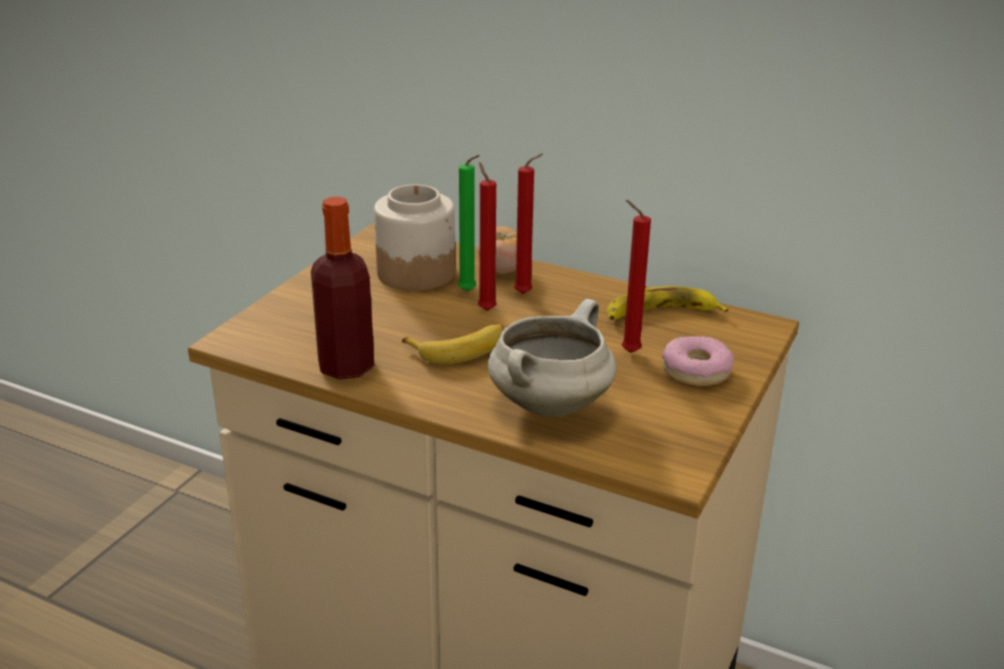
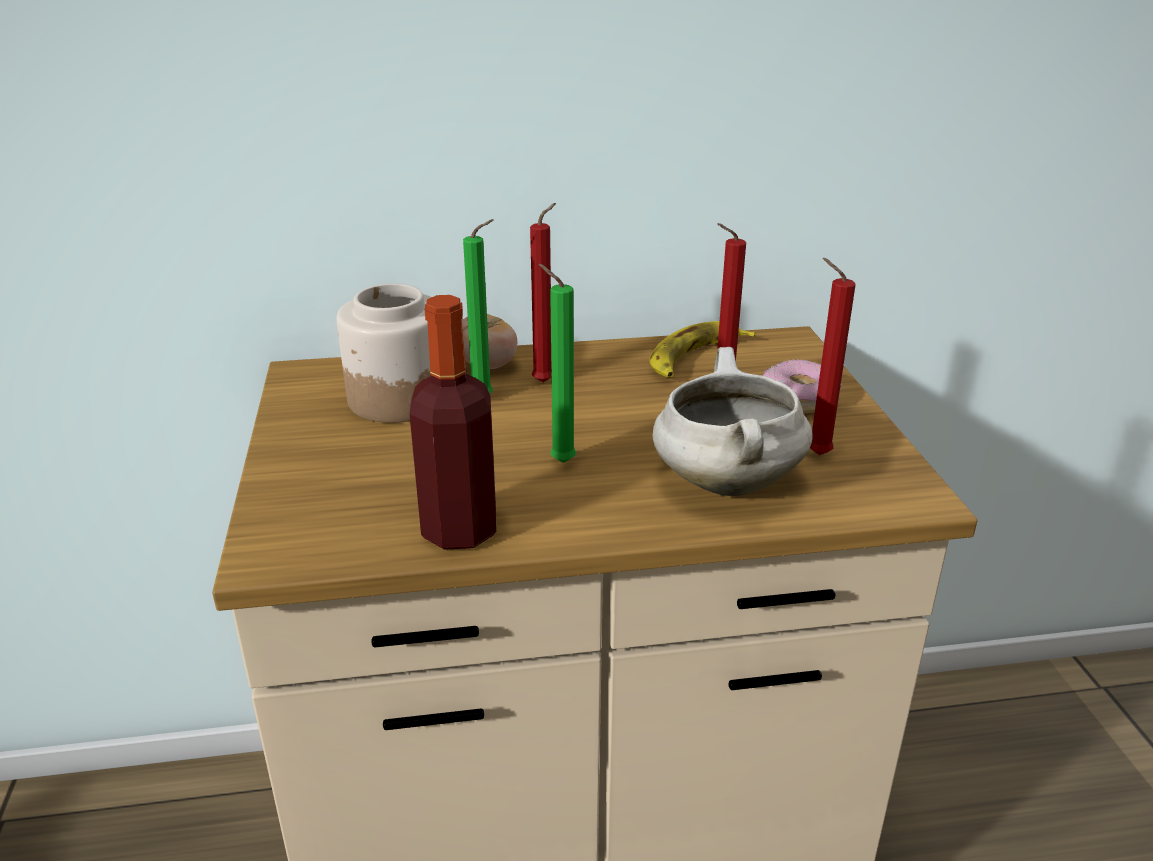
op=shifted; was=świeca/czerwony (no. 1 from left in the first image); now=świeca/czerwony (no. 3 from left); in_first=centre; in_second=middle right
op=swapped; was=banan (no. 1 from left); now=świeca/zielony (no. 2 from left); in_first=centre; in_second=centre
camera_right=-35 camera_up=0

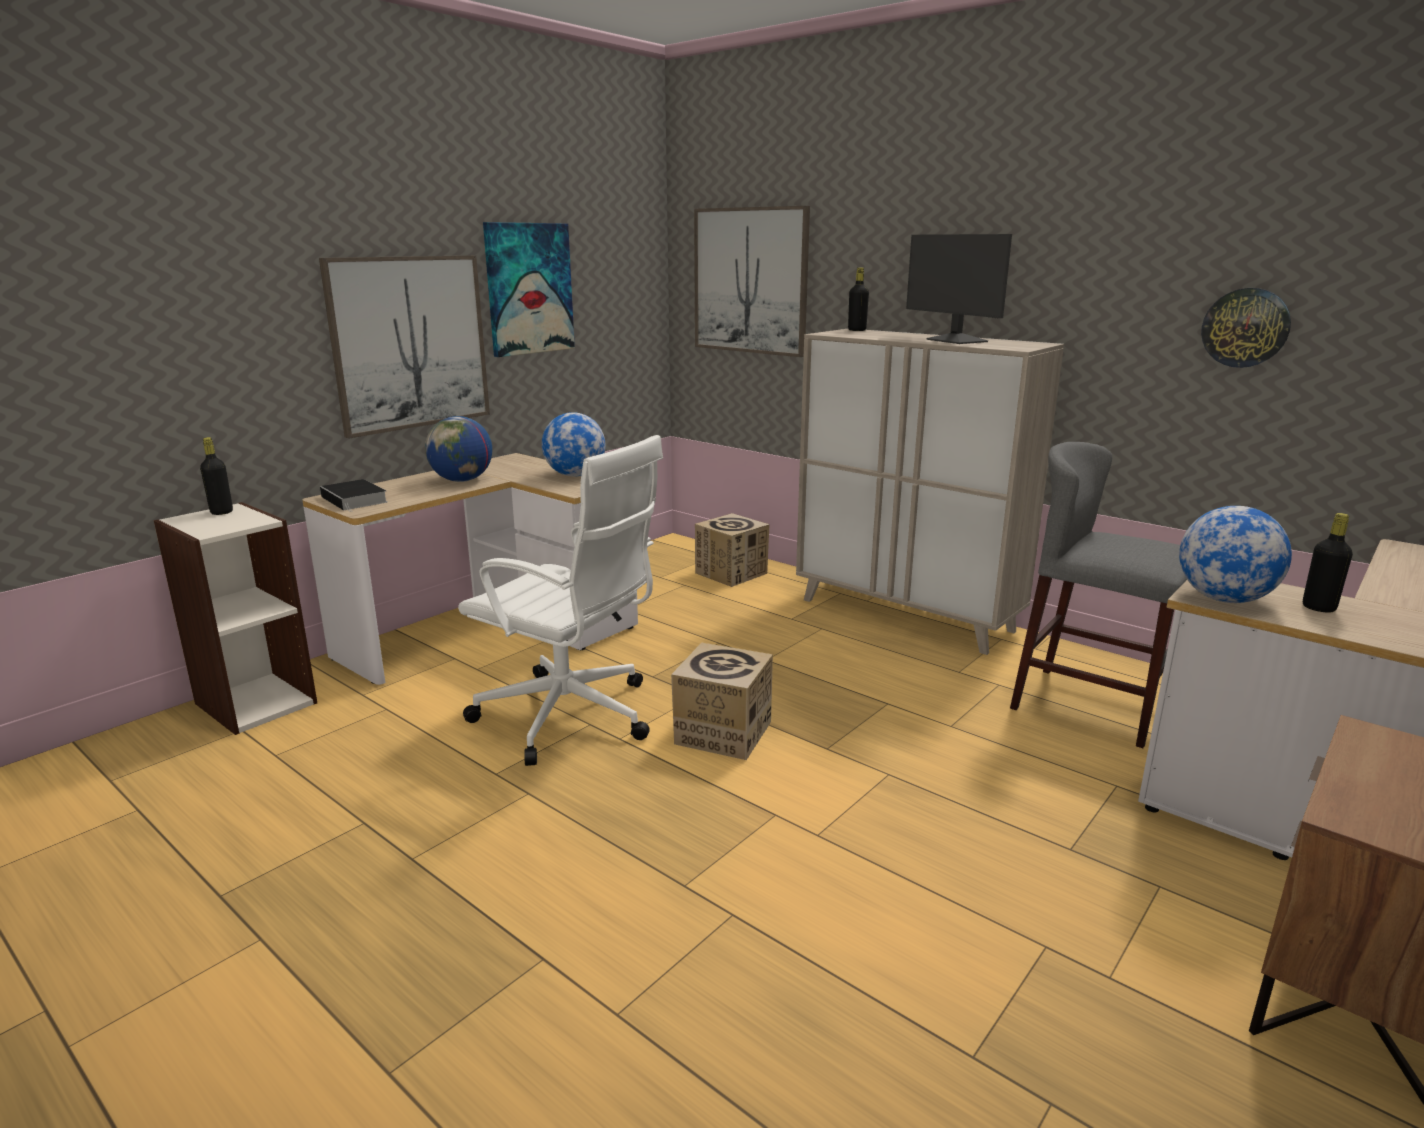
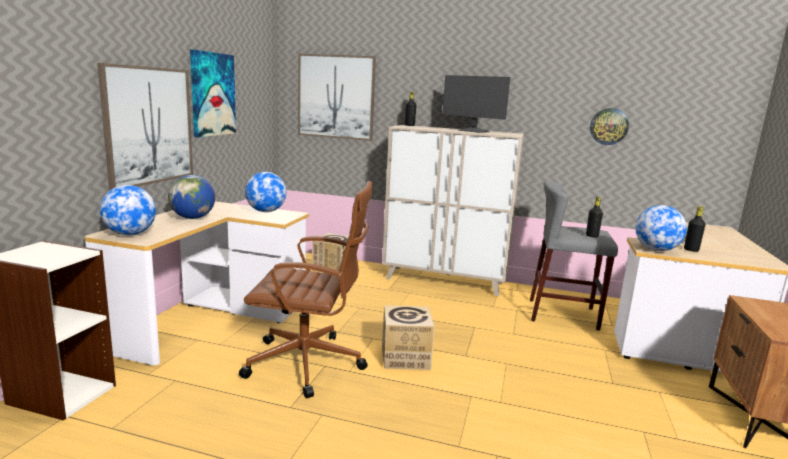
op=shifted; was=butelka/czarny (no. 1 from left in the first image); now=butelka/czarny (no. 2 from left); in_first=middle left; in_second=middle right
op=swapped; was=książka; now=globus (no. 1 from left); in_first=middle left; in_second=middle left
op=repainted; was=krzesło biurowe/biały; now=krzesło biurowe/brązowy; in_first=centre; in_second=centre
camera_right=-25 camera_up=-5

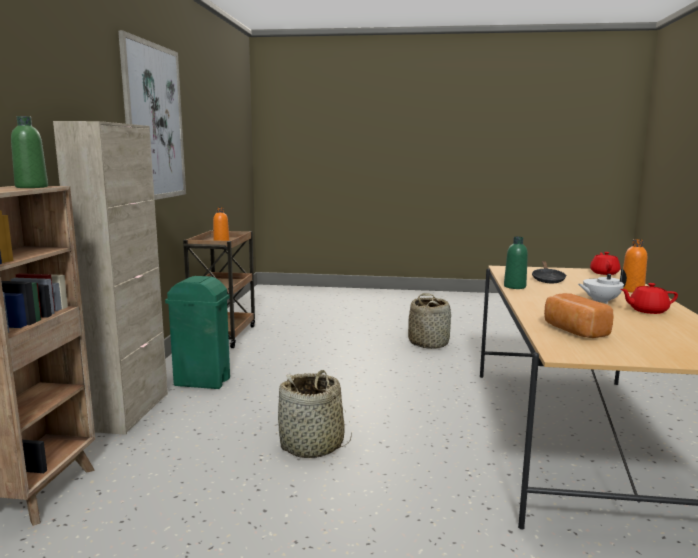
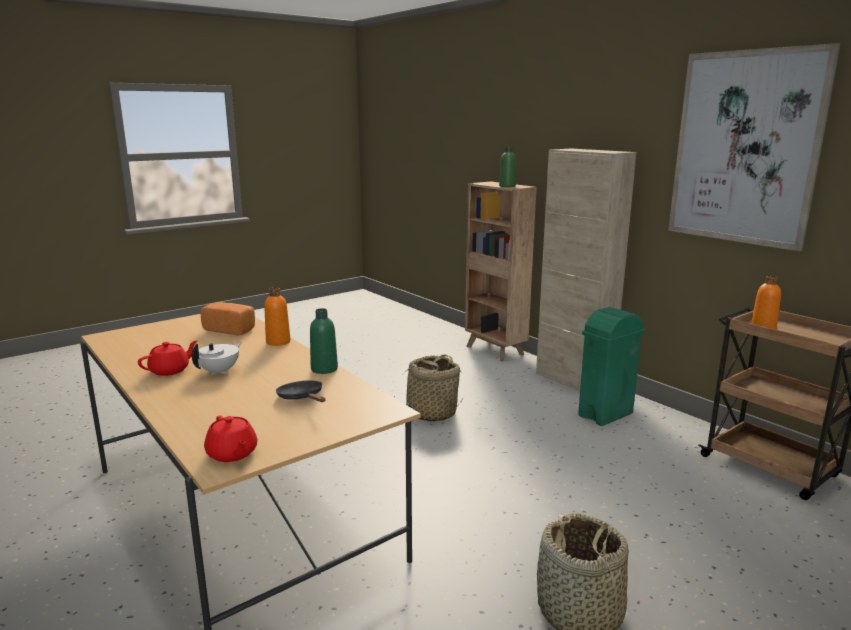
op=shifted; was=butelka/pomarańczowy (no. 2 from left in the first image); now=butelka/pomarańczowy (no. 1 from left); in_first=middle right; in_second=middle left
camera_right=135 camera_up=5

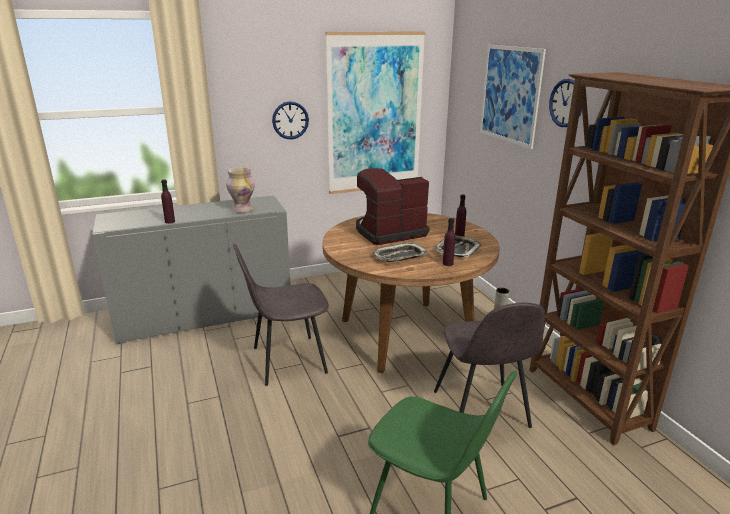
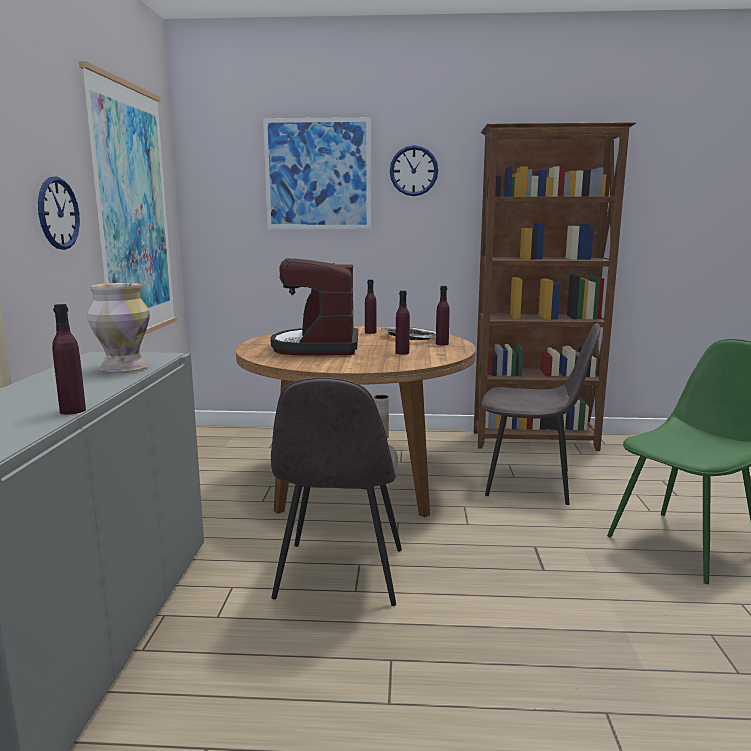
op=swapped; was=taca (no. 1 from left); now=butelka/fioletowy (no. 3 from left); in_first=centre; in_second=centre
camera_right=-65 camera_up=-10

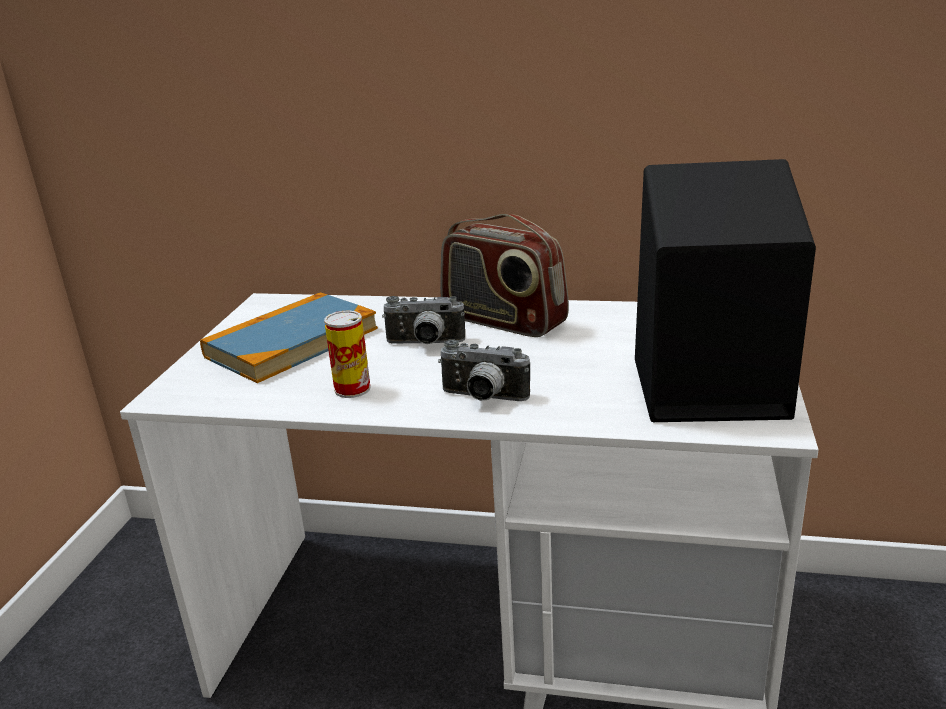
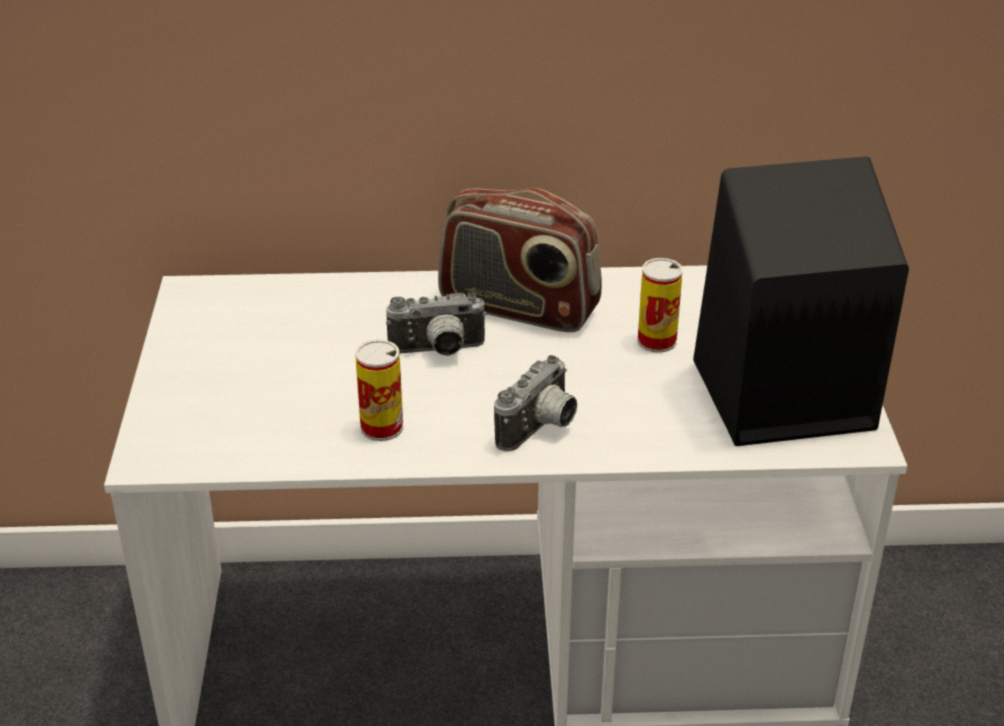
op=gone; was=książka; in_first=middle left
op=new; now=puszka (no. 2 from left); in_second=centre
op=rotated; was=aparat fotograficzny (no. 2 from left); in_first=centre; in_second=centre; clockwise=-60
camera_right=-15 camera_up=10

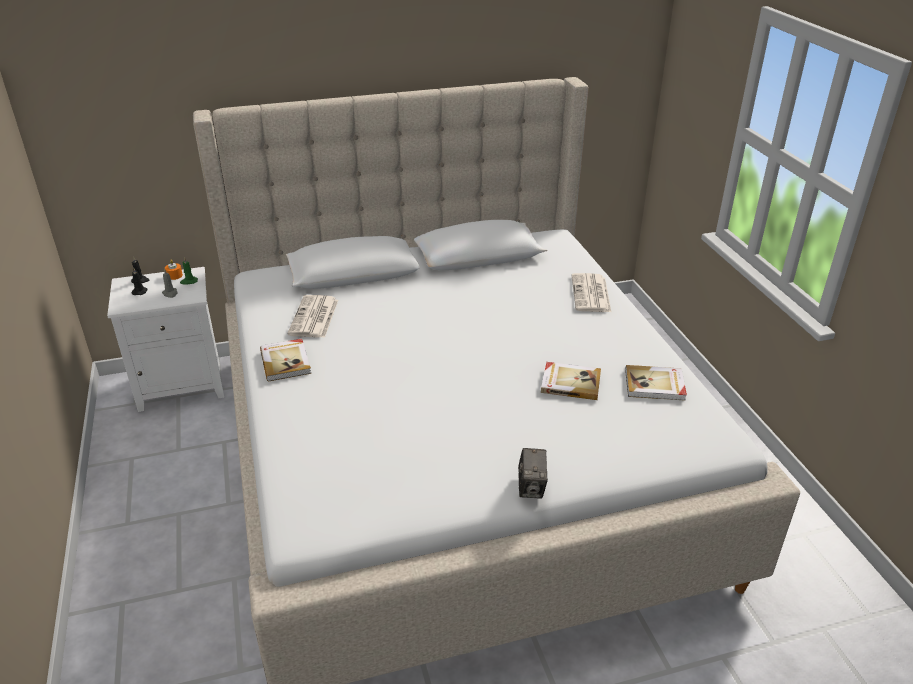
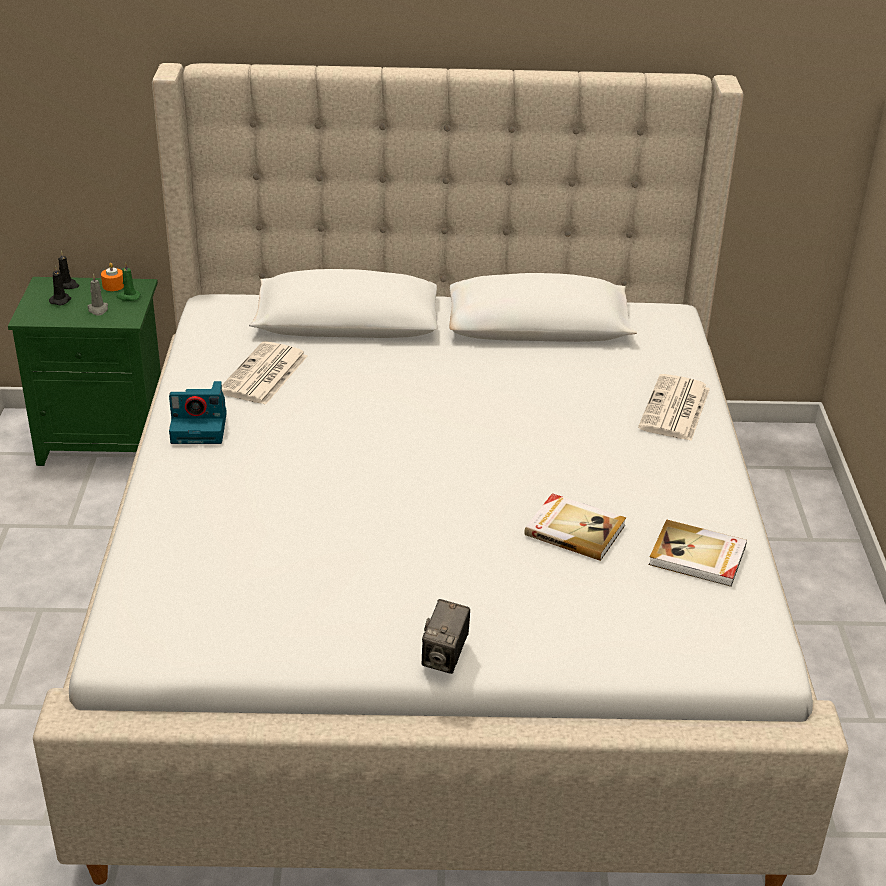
op=swapped; was=książka (no. 1 from left); now=aparat fotograficzny (no. 1 from left); in_first=middle left; in_second=middle left
op=repainted; was=szafka nocna/biały; now=szafka nocna/zielony; in_first=middle left; in_second=middle left
camera_right=15 camera_up=0

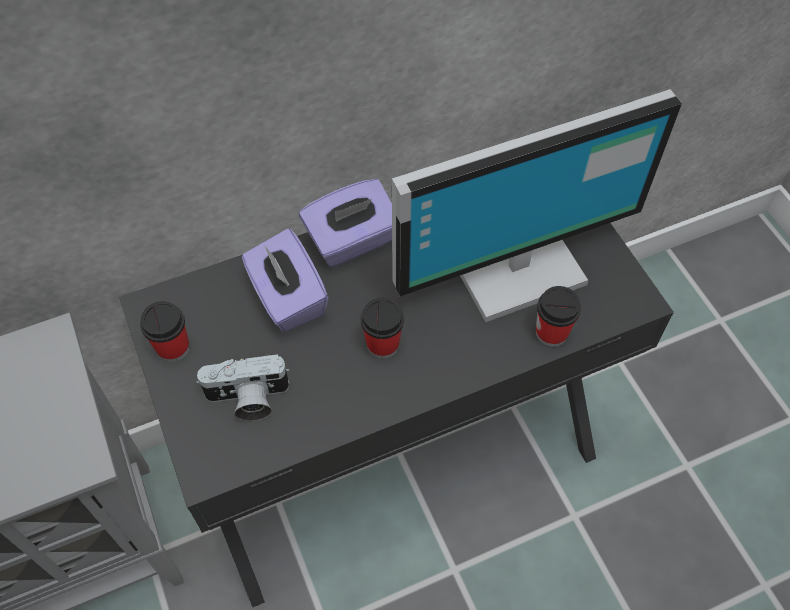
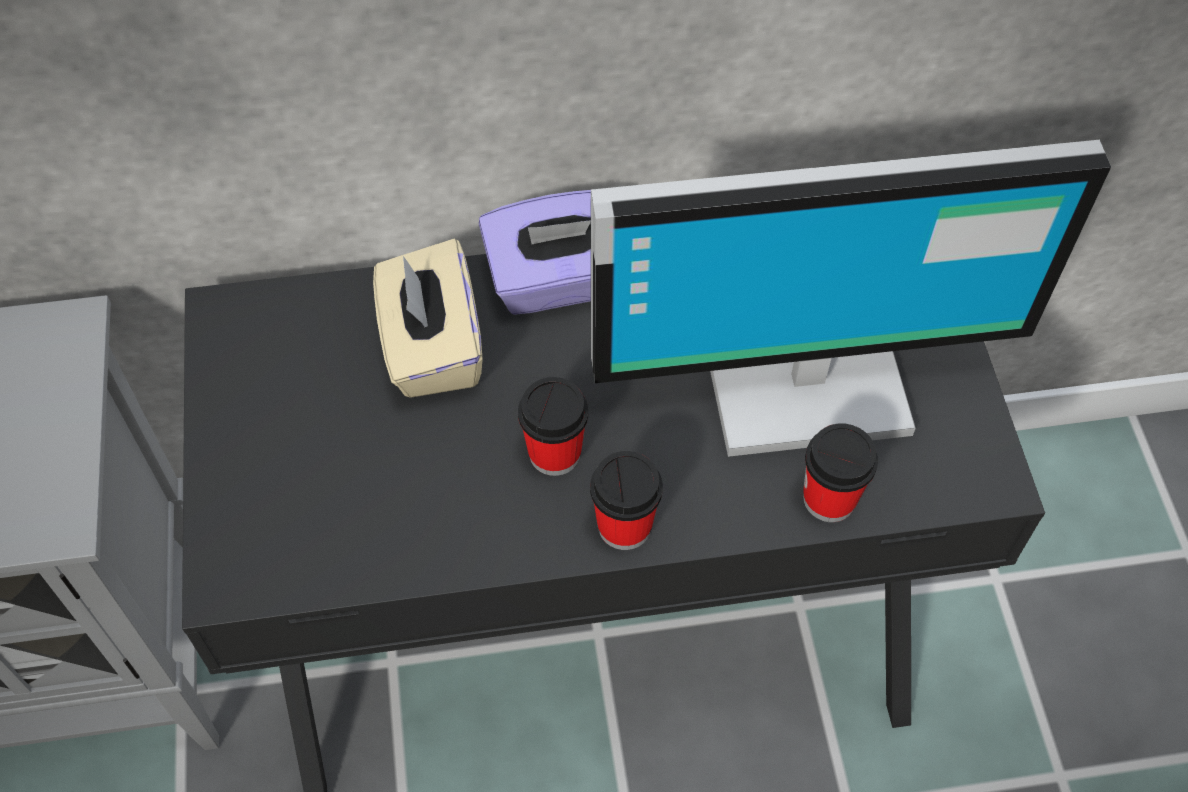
op=gone; was=aparat fotograficzny; in_first=middle left
op=shifted; was=filiżanka (no. 1 from left in the first image); now=filiżanka (no. 2 from left); in_first=middle left; in_second=centre
op=repainted; was=pudełko chusteczek/fioletowy (no. 1 from left); now=pudełko chusteczek/beżowy; in_first=centre; in_second=centre
camera_right=15 camera_up=0

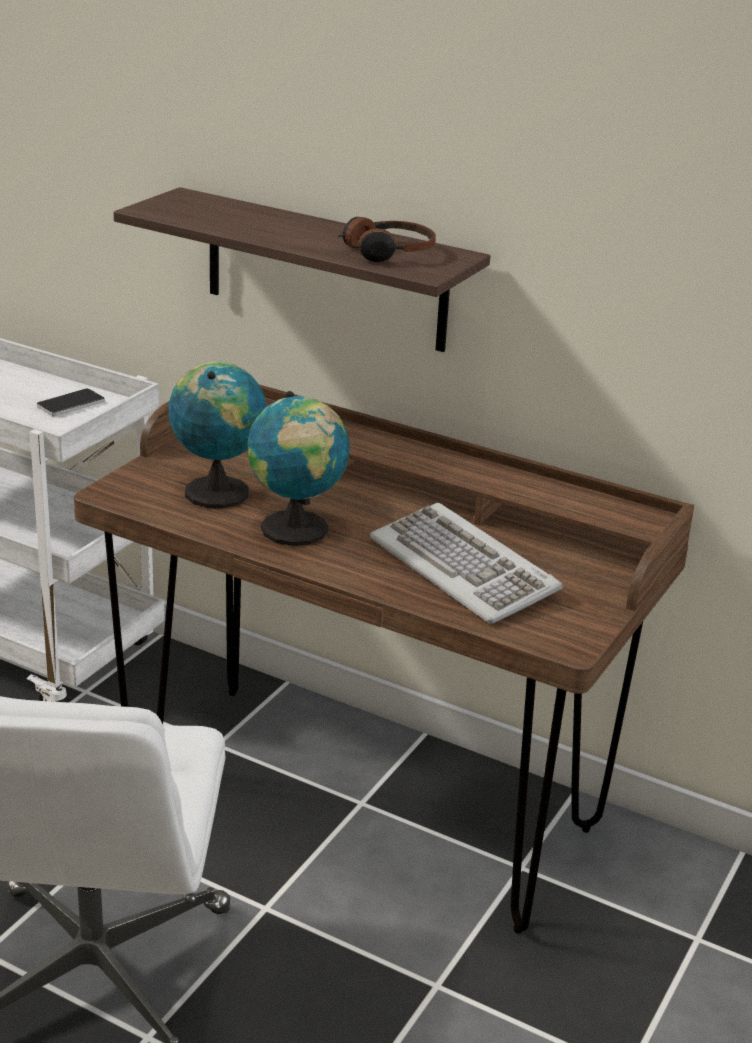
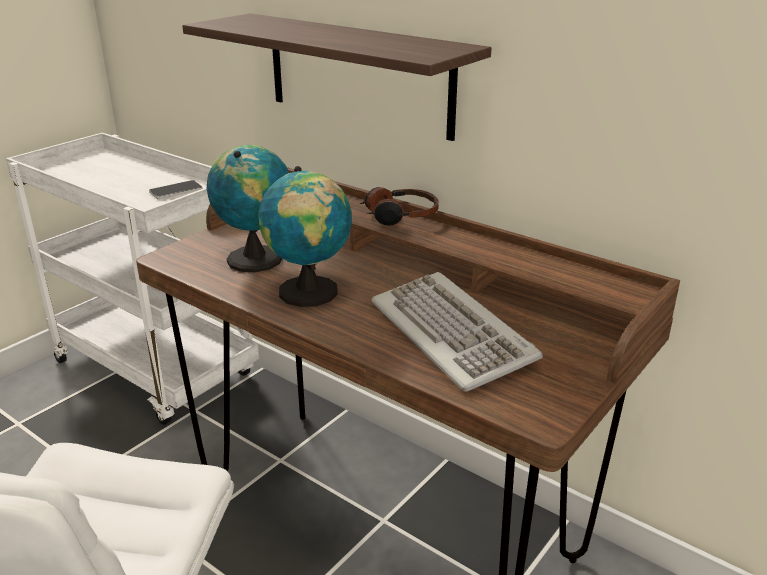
op=shifted; was=słuchawki; in_first=top centre; in_second=centre
camera_right=10 camera_up=0

